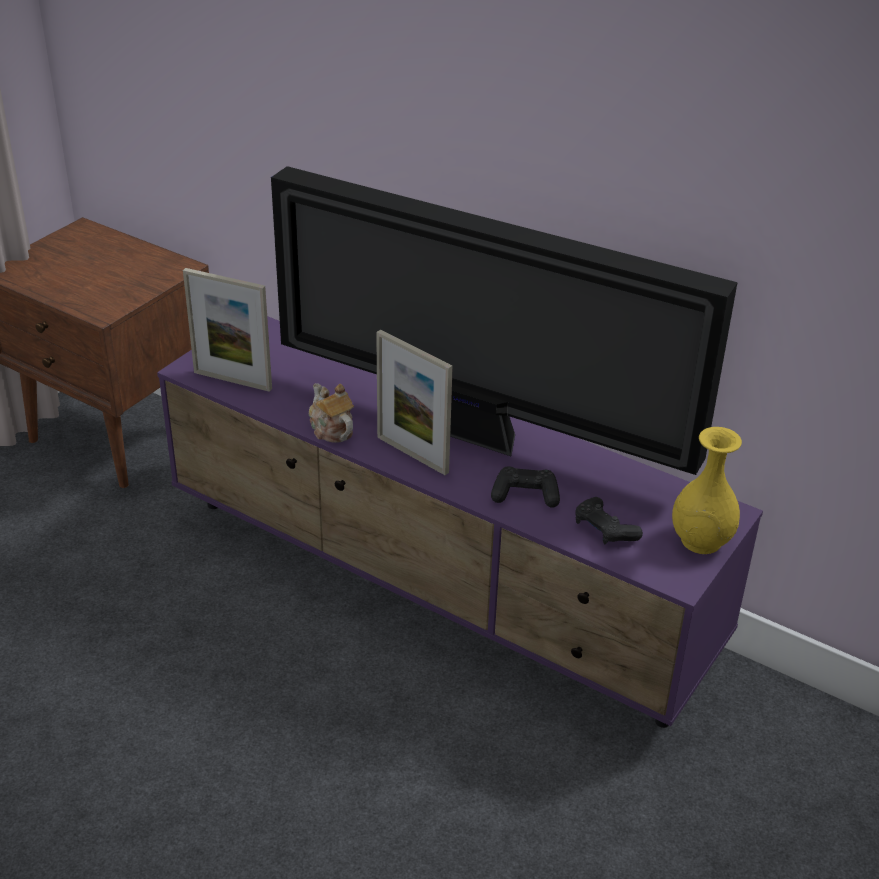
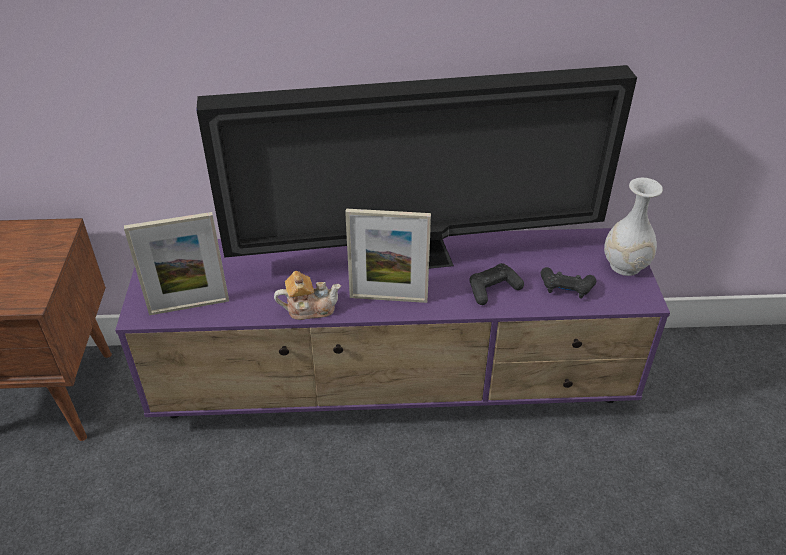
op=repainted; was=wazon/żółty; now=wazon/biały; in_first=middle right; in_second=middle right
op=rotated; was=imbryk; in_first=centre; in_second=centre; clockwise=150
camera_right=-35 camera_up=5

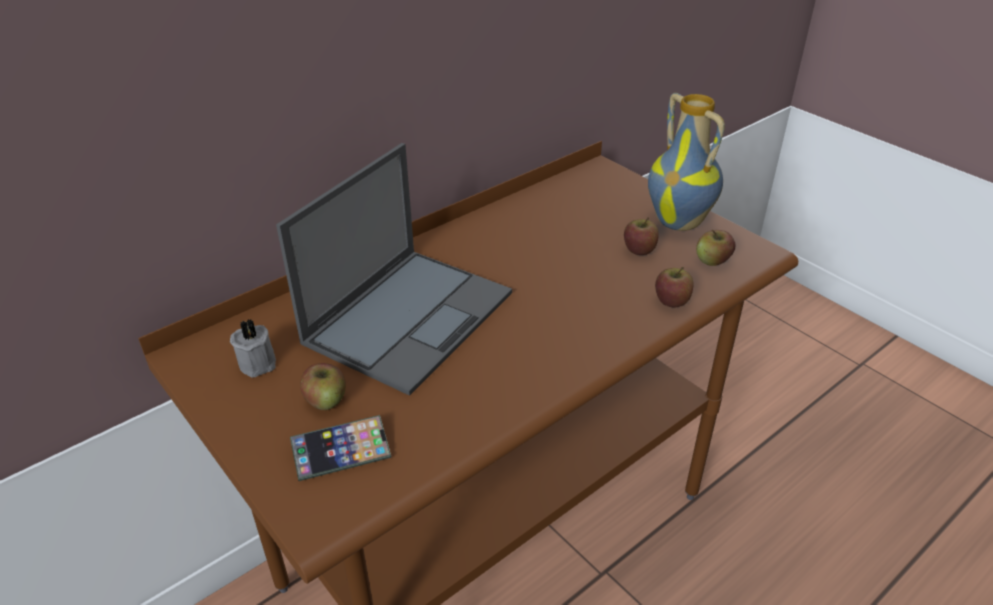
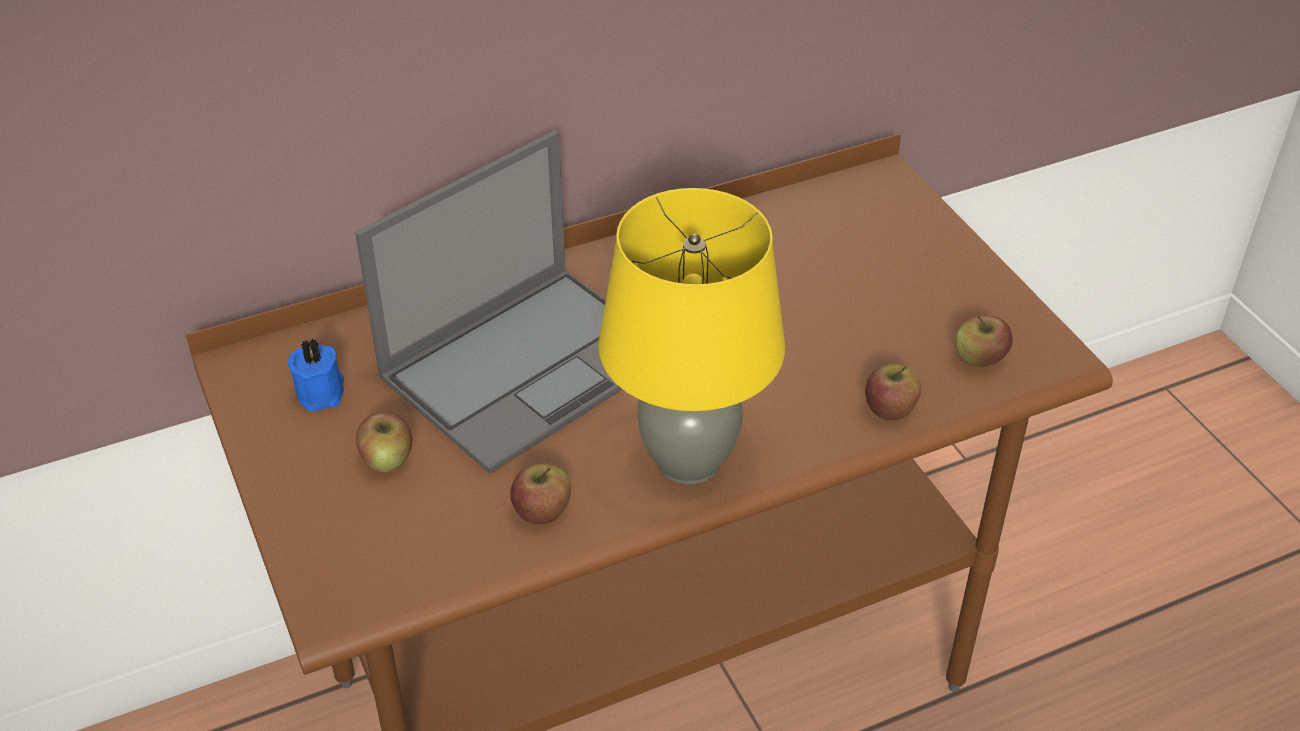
op=gone; was=telefon; in_first=bottom centre
op=gone; was=wazon; in_first=top right
op=new; now=lampa stołowa/żółty; in_second=centre
op=shifted; was=jabłko (no. 2 from left); in_first=centre; in_second=bottom centre
op=repainted; was=świeca/szary; now=świeca/niebieski; in_first=middle left; in_second=middle left
camera_right=15 camera_up=5

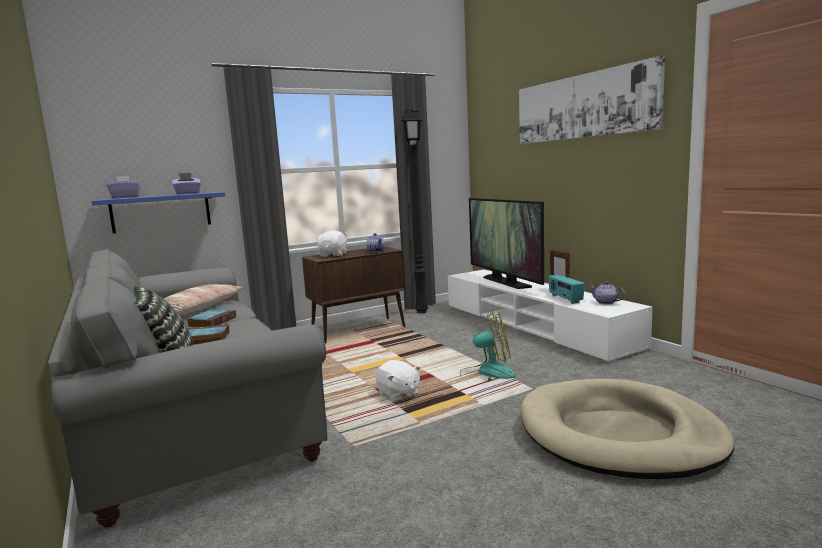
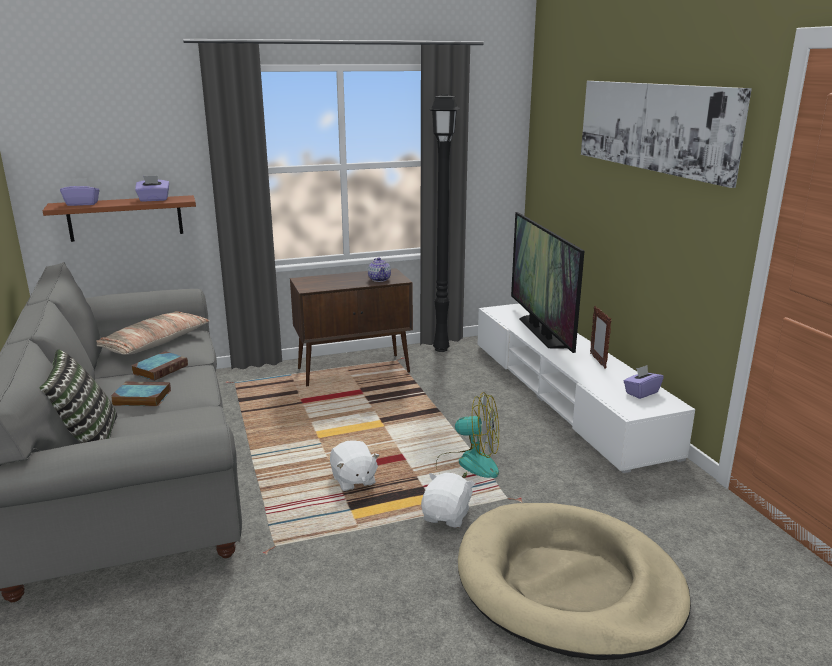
op=gone; was=radio; in_first=middle right
op=shifted; was=pluszak/biały (no. 1 from left in the first image); now=pluszak/biały (no. 2 from left); in_first=centre; in_second=bottom centre
op=swapped; was=imbryk (no. 2 from left); now=pudełko chusteczek/fioletowy (no. 3 from left); in_first=middle right; in_second=middle right
op=repainted; was=półka/niebieski; now=półka/brązowy; in_first=middle left; in_second=top left
camera_right=10 camera_up=10

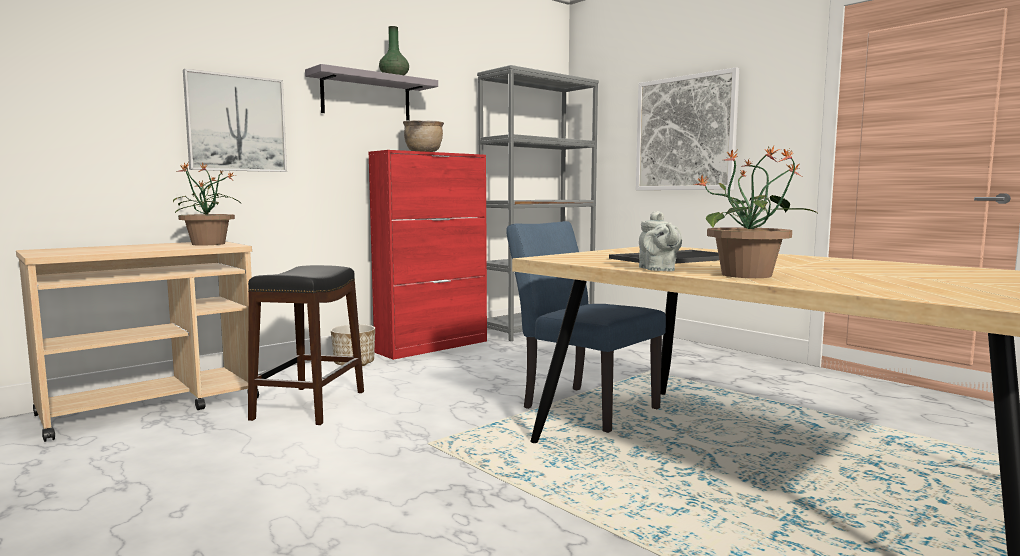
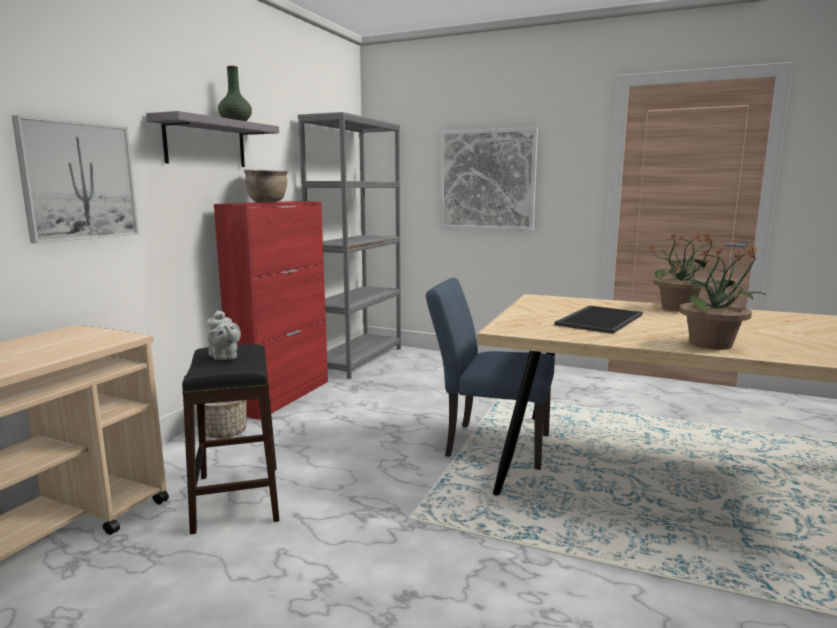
op=shifted; was=roślina doniczkowa (no. 1 from left); in_first=middle left; in_second=middle right
op=shifted; was=imbryk/szary; in_first=centre; in_second=middle left
camera_right=-25 camera_up=5

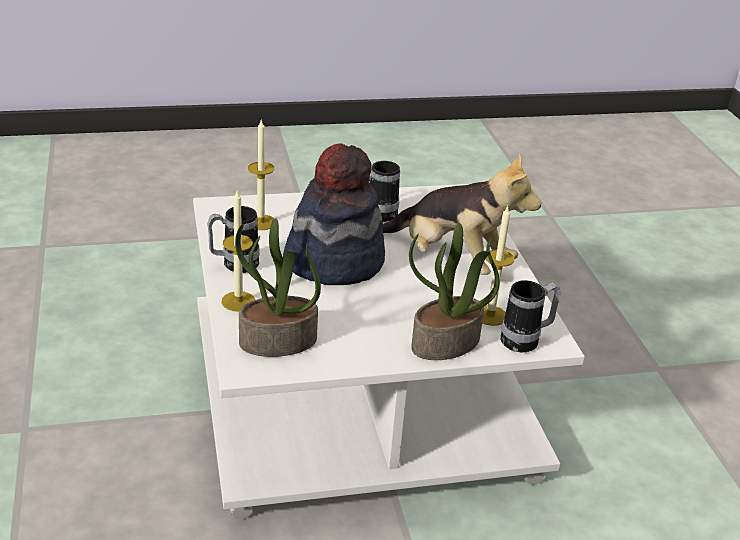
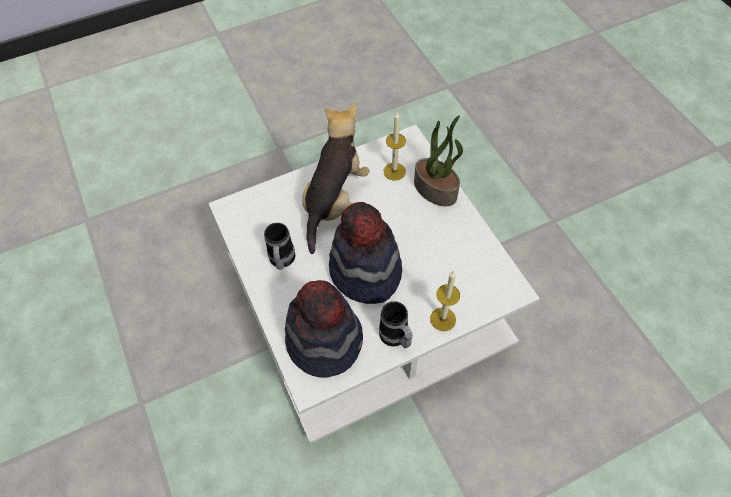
op=gone; was=roślina doniczkowa (no. 1 from left); in_first=centre
op=gone; was=kubek (no. 3 from left); in_first=middle right
op=swapped; was=świeca (no. 2 from left); now=kapelusz (no. 1 from left); in_first=top centre; in_second=centre
camera_right=-100 camera_up=25

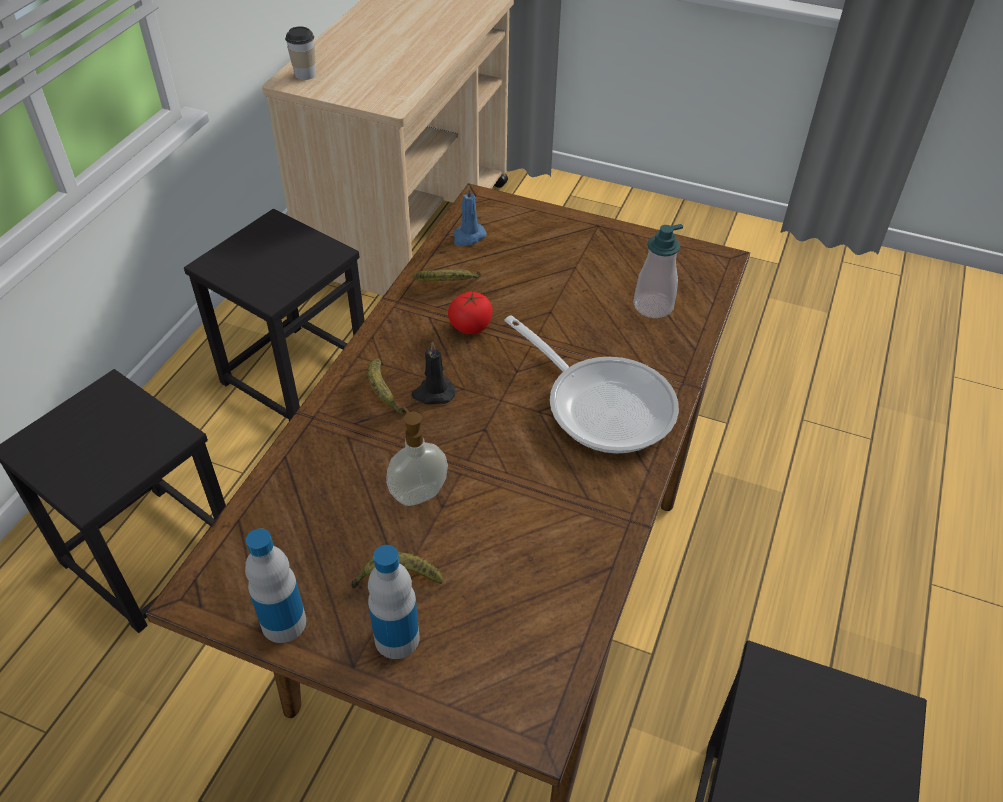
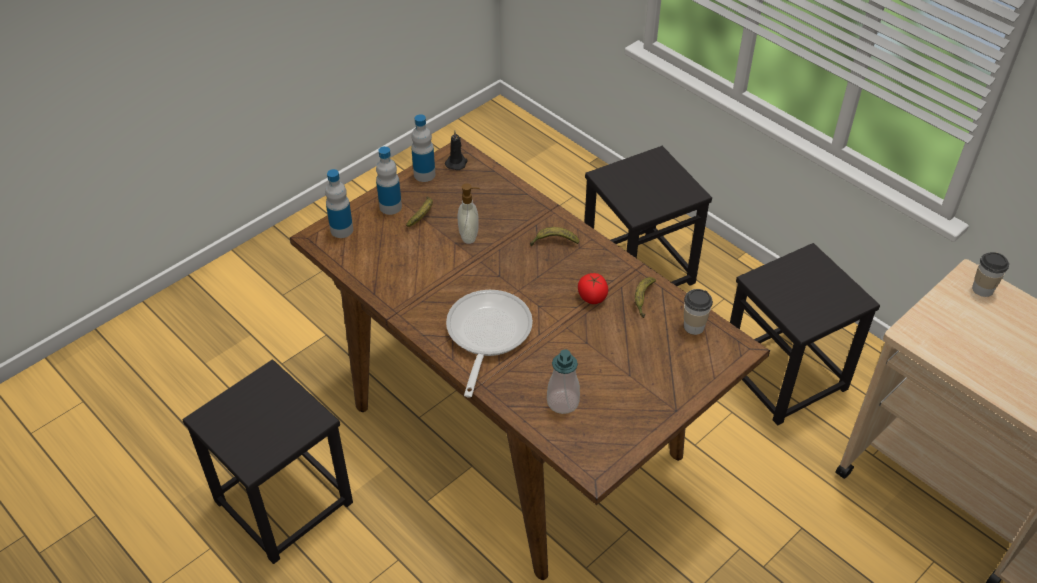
op=new; now=butelka (no. 1 from left); in_second=middle left
op=shifted; was=świeca/czarny; in_first=centre; in_second=top centre
op=swapped; was=świeca/niebieski; now=filiżanka (no. 1 from left); in_first=top centre; in_second=middle right
op=rotated; was=patelnia; in_first=centre; in_second=centre; clockwise=120
camera_right=115 camera_up=0

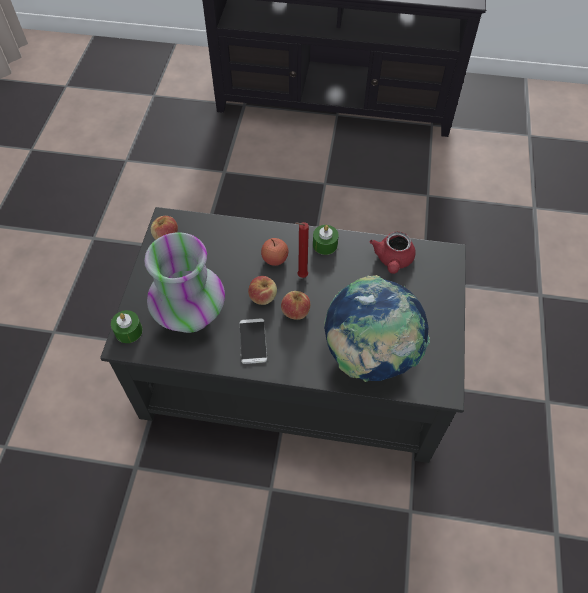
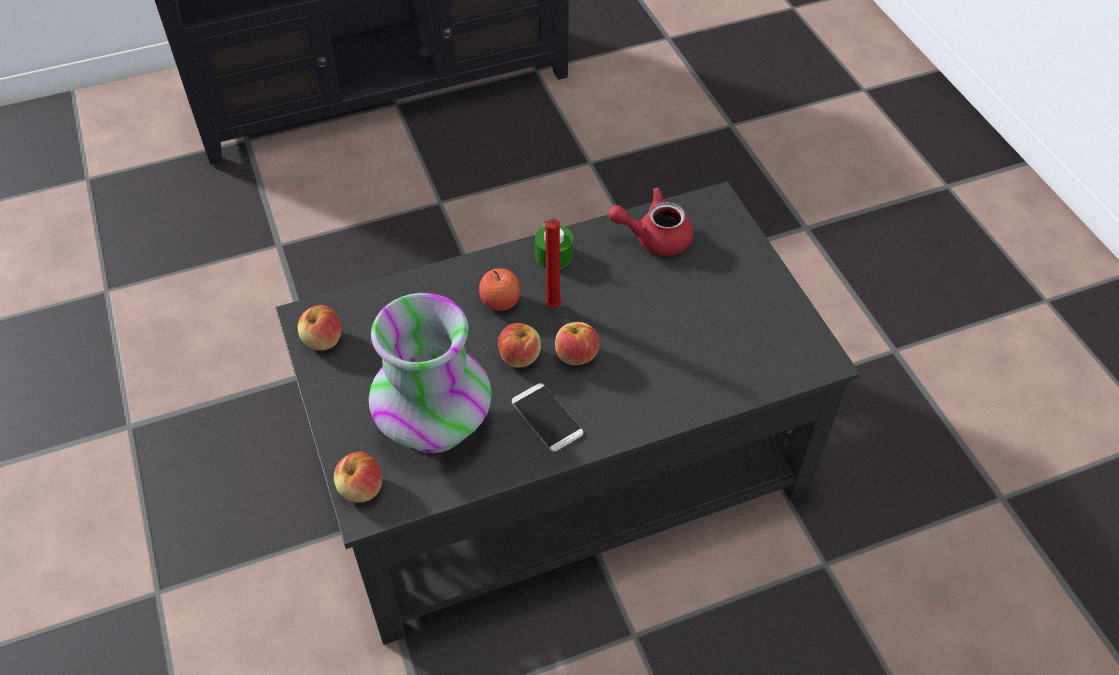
op=gone; was=globus; in_first=centre
op=swapped; was=świeca/zielony (no. 1 from left); now=jabłko (no. 2 from left); in_first=middle left; in_second=bottom left
op=rotated; was=imbryk/czerwony; in_first=middle right; in_second=top centre; clockwise=105
camera_right=-30 camera_up=-5

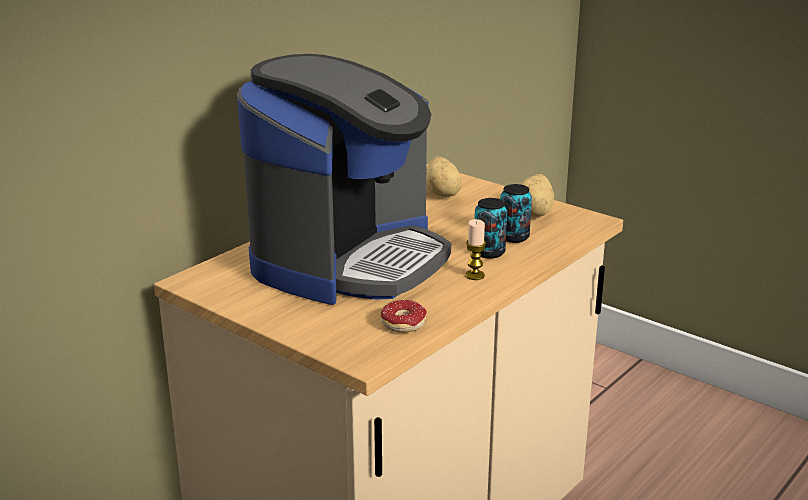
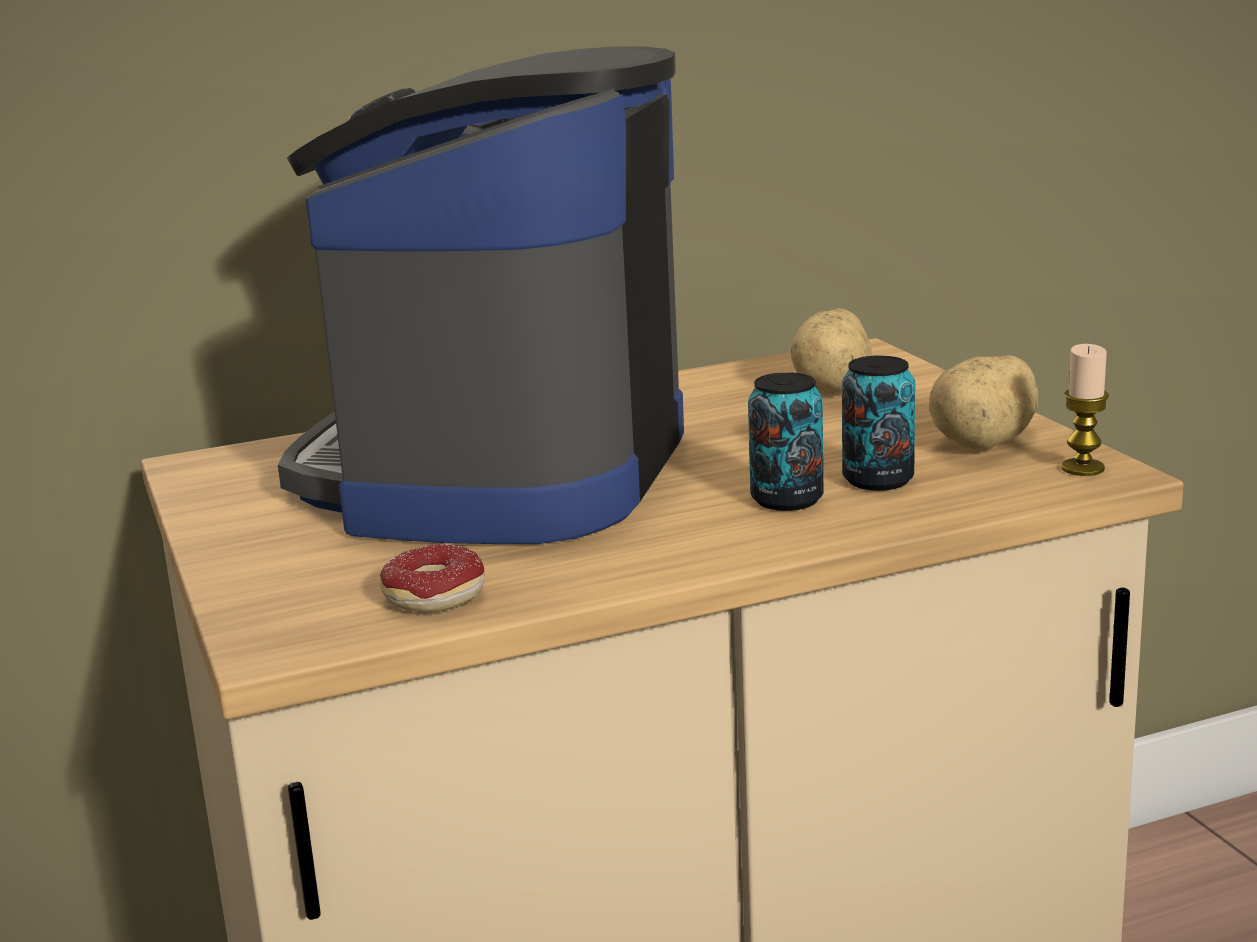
op=shifted; was=świeca; in_first=centre; in_second=middle right
op=rotated; was=ekspres do kawy; in_first=centre; in_second=top centre; clockwise=135
camera_right=30 camera_up=-5

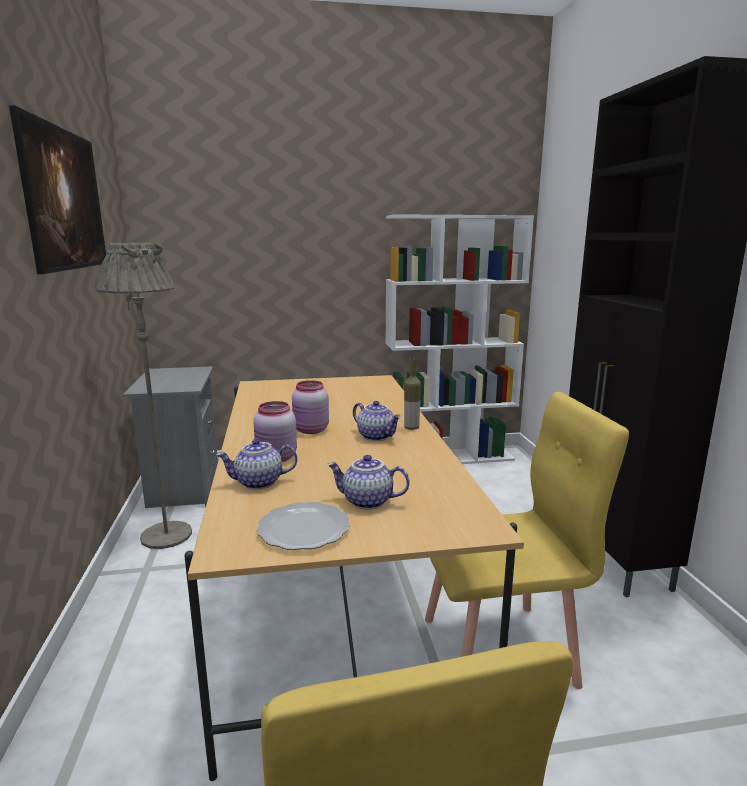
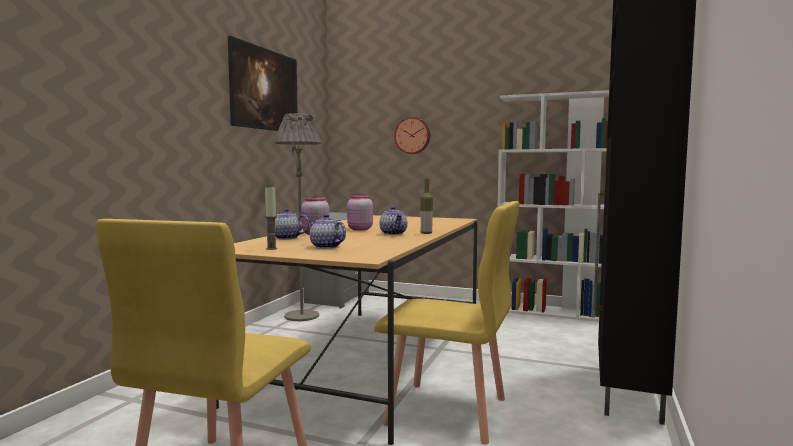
op=new; now=zegar ścienny; in_second=top centre
op=swapped; was=talerz; now=świeca; in_first=bottom centre; in_second=centre
camera_right=30 camera_up=-10

